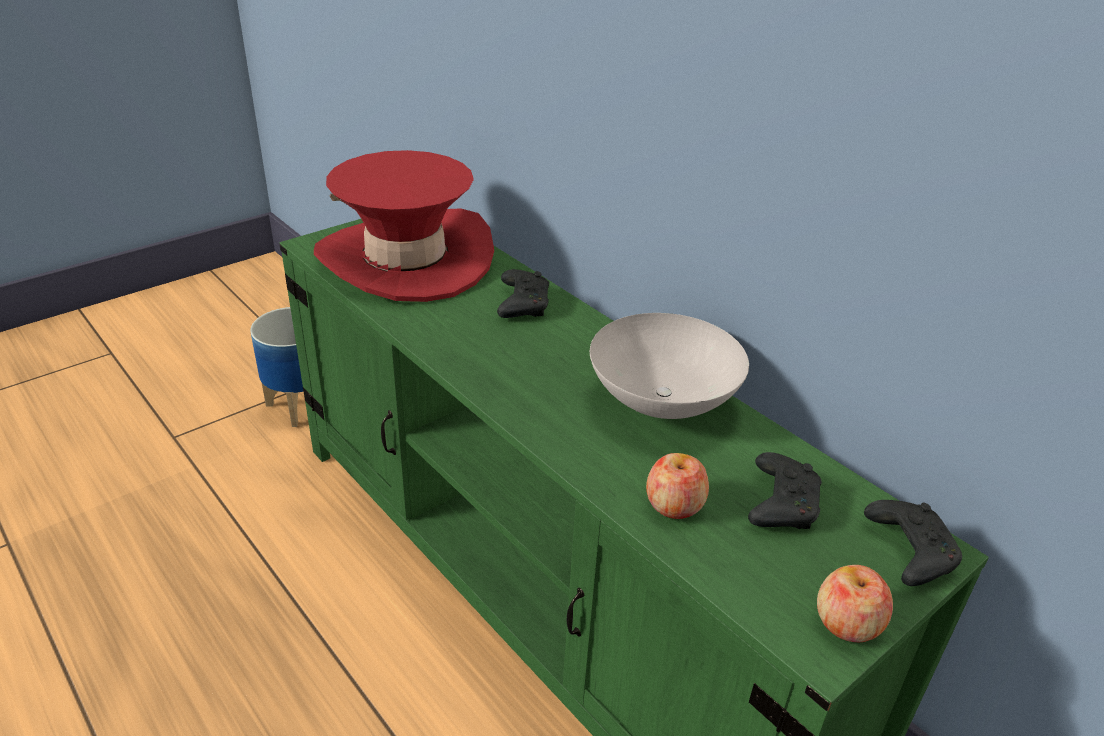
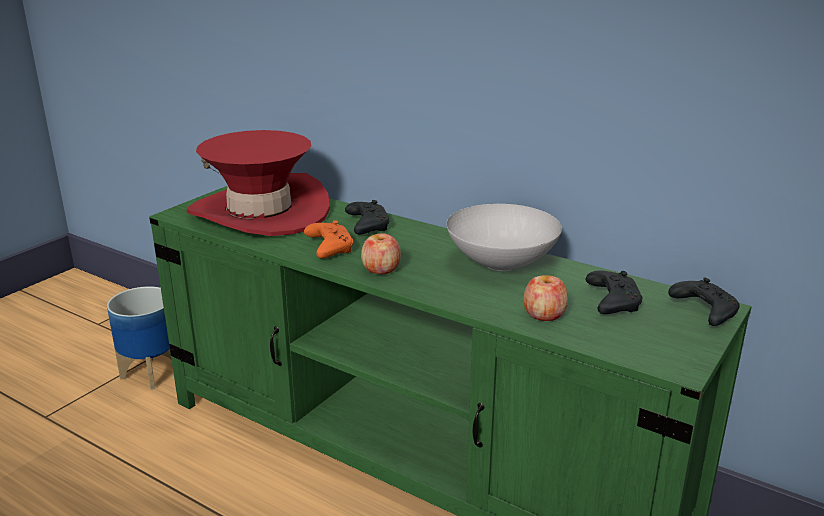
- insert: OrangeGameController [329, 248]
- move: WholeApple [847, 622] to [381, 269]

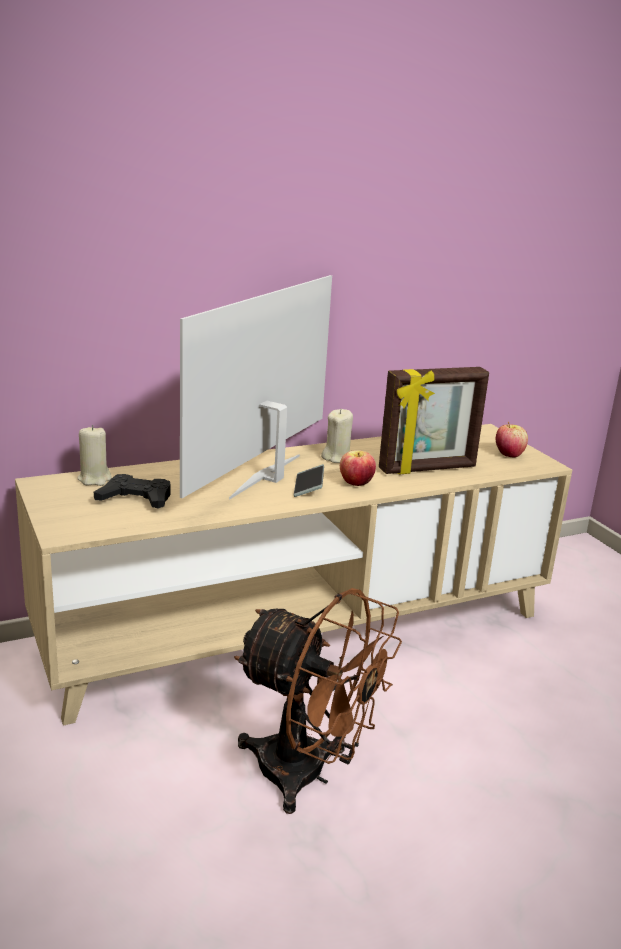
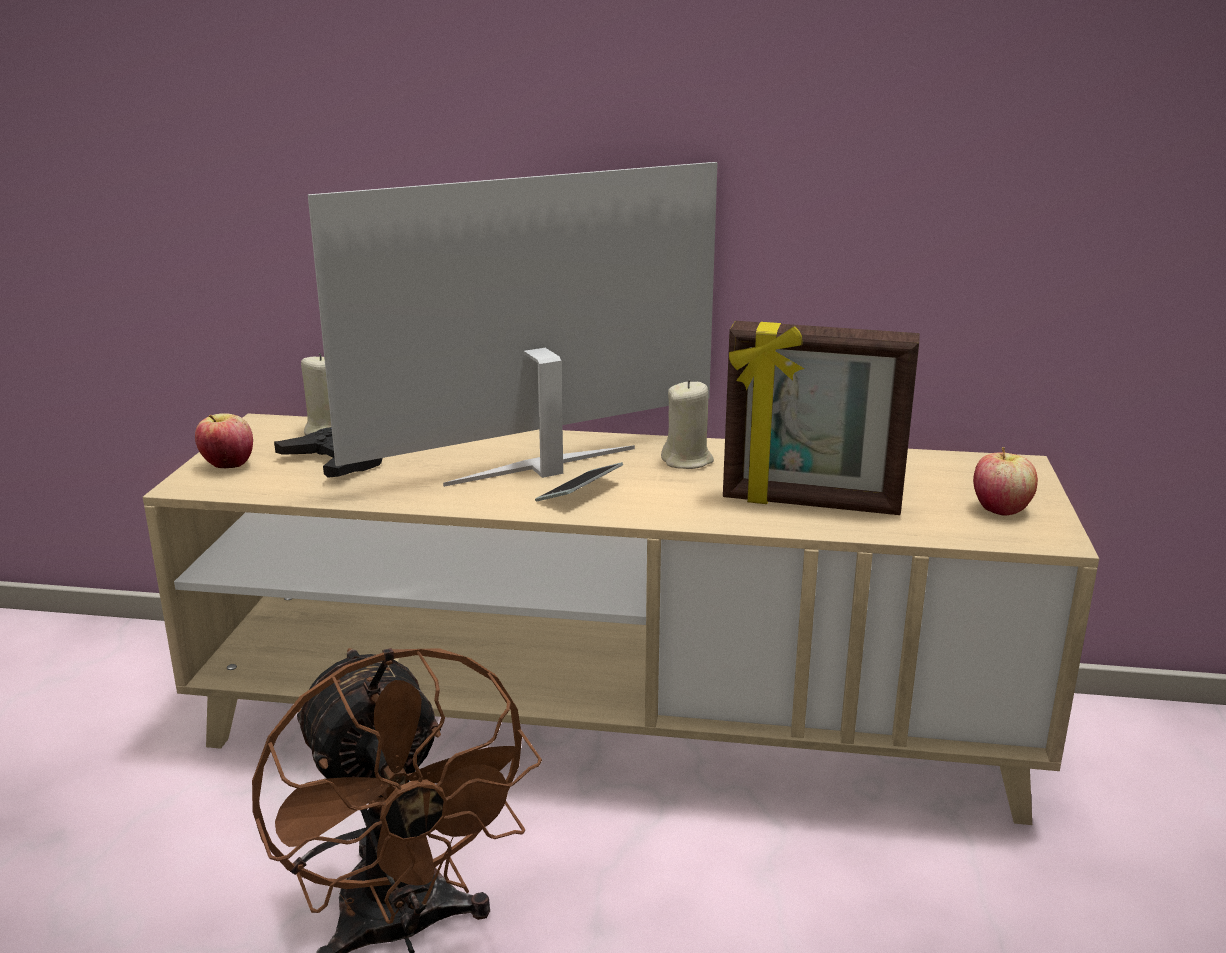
- move: WholeApple [356, 484] to [228, 465]

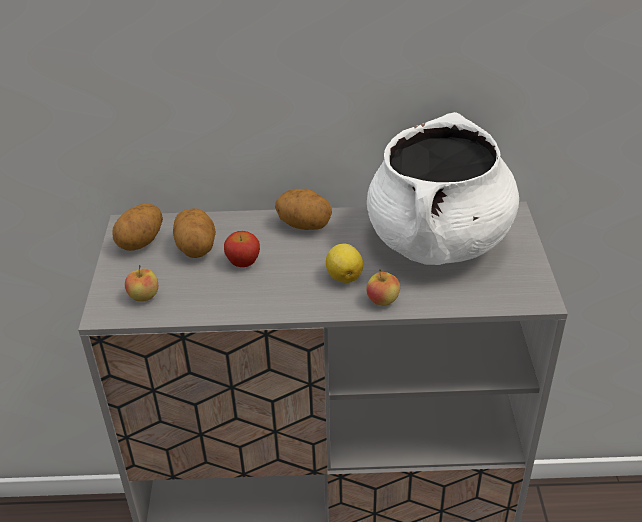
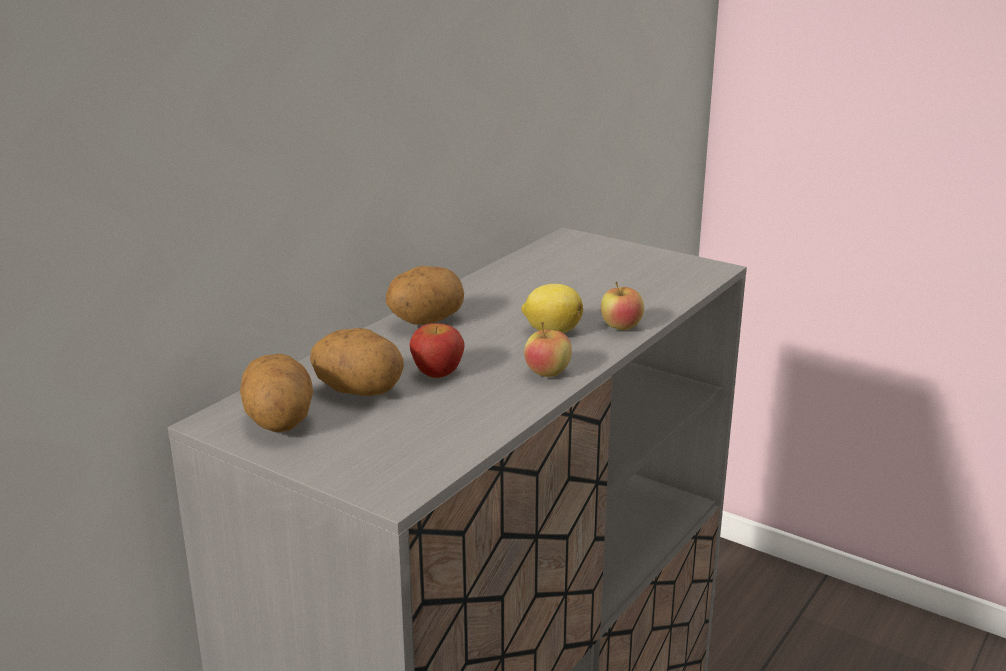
- delete: WhiteColouredStockpot [438, 241]
- move: WholeApple [144, 296] to [547, 373]

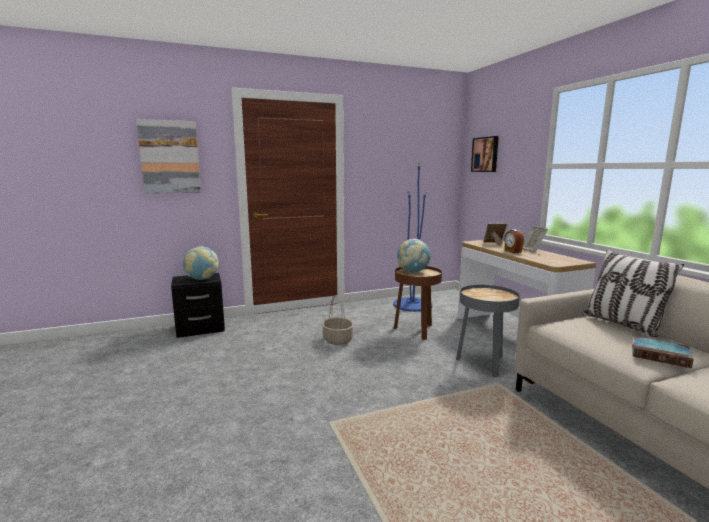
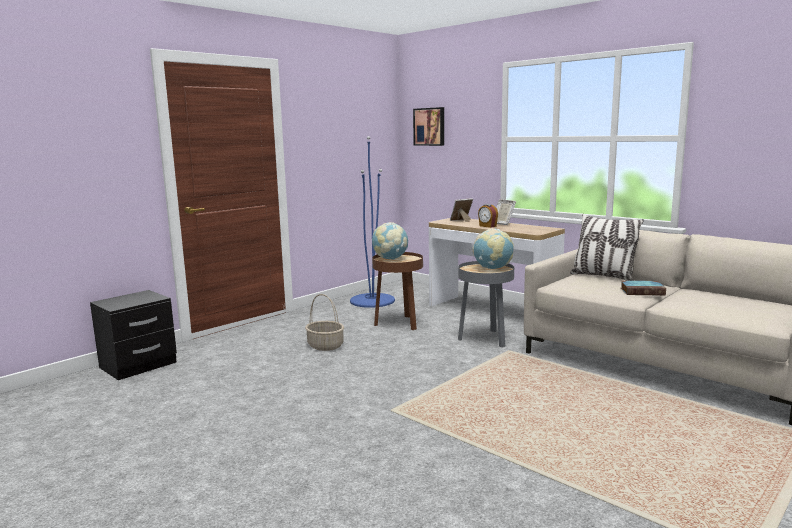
- delete: WallPicture [170, 157]
- move: Globe [202, 279] to [492, 268]

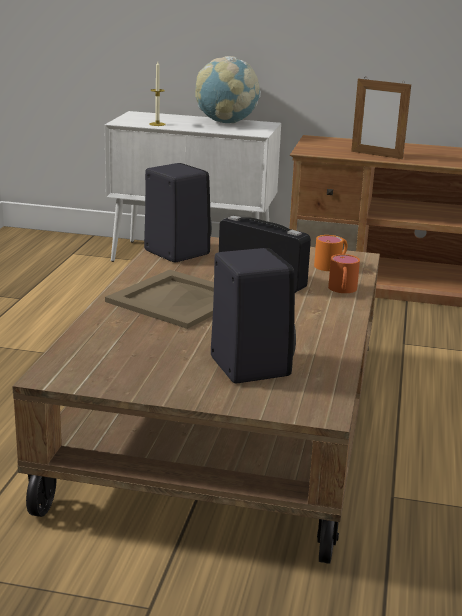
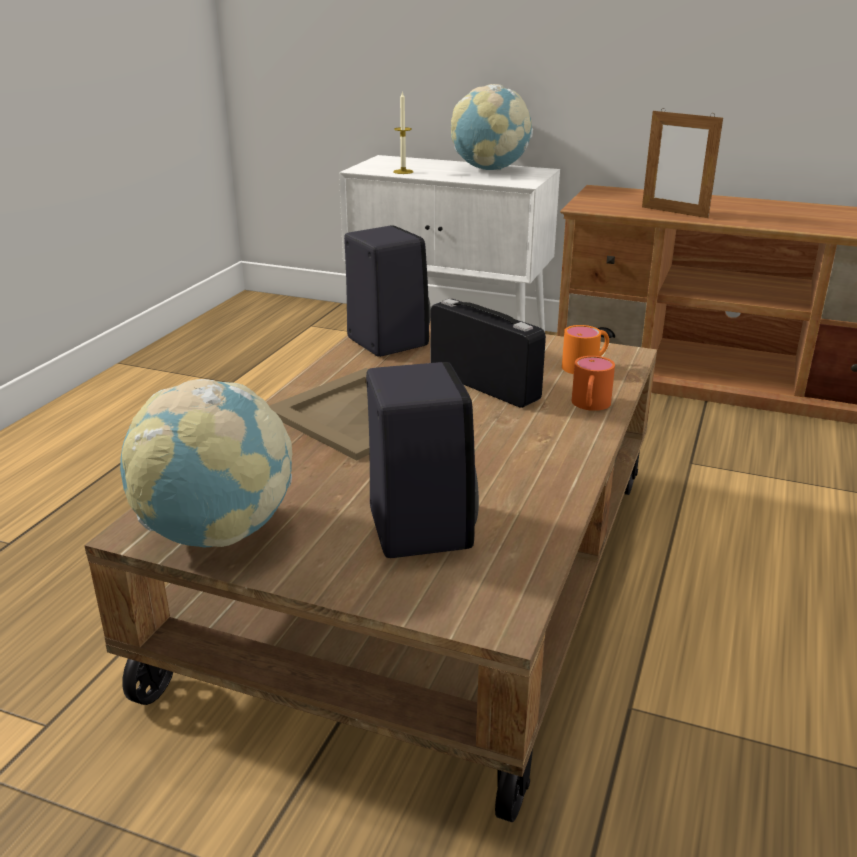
- insert: Globe [216, 533]

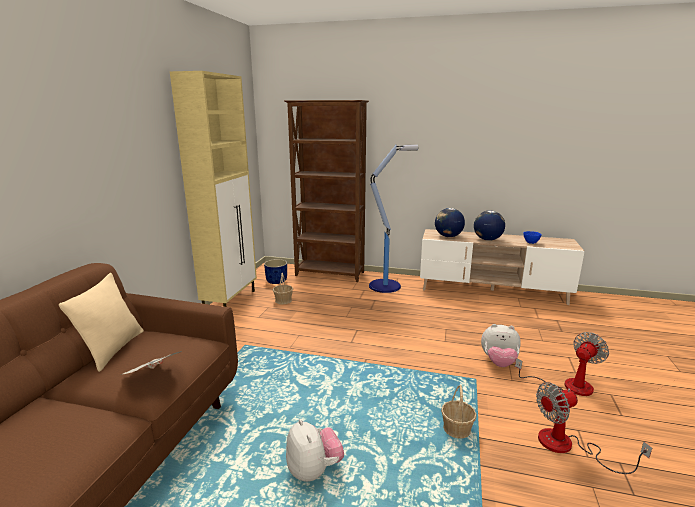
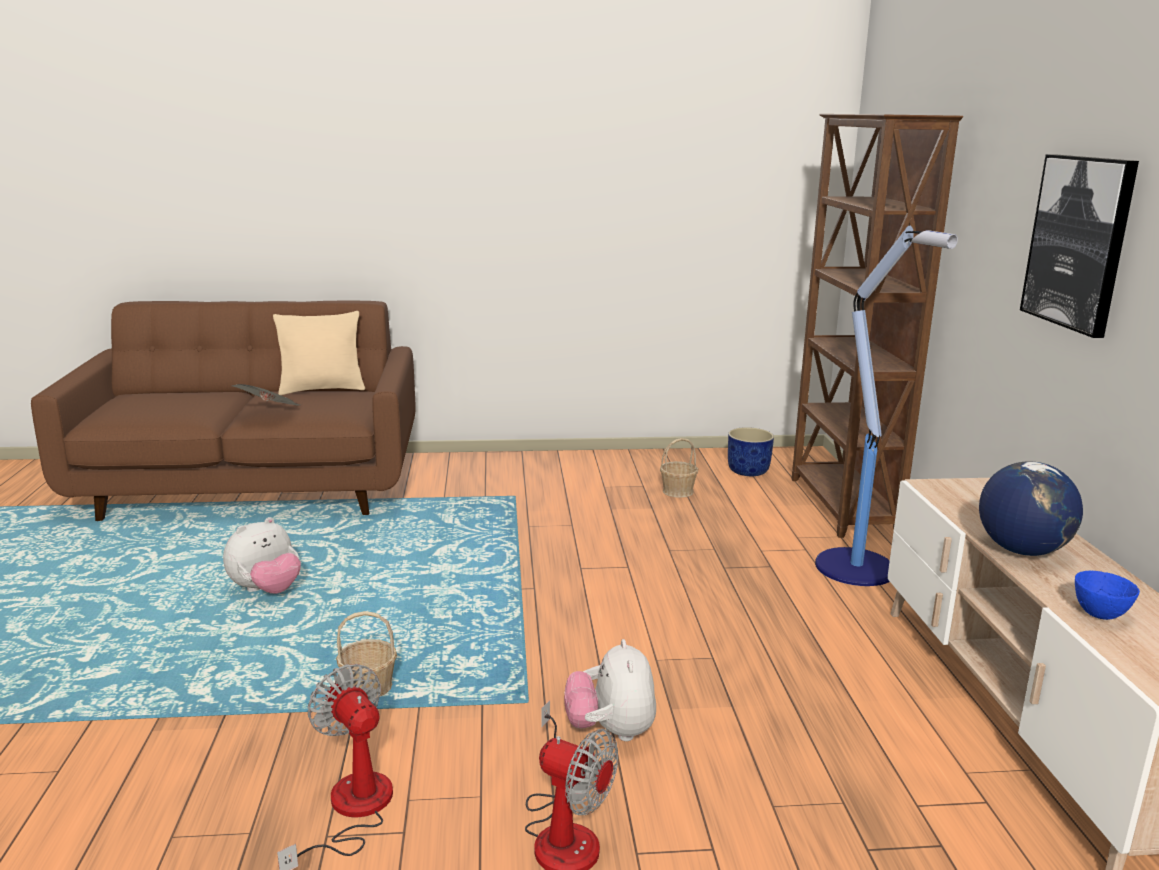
- delete: SandColouredStorageCabinet [231, 301]
- delete: Globe [448, 236]
- insert: WallPicture [1079, 242]

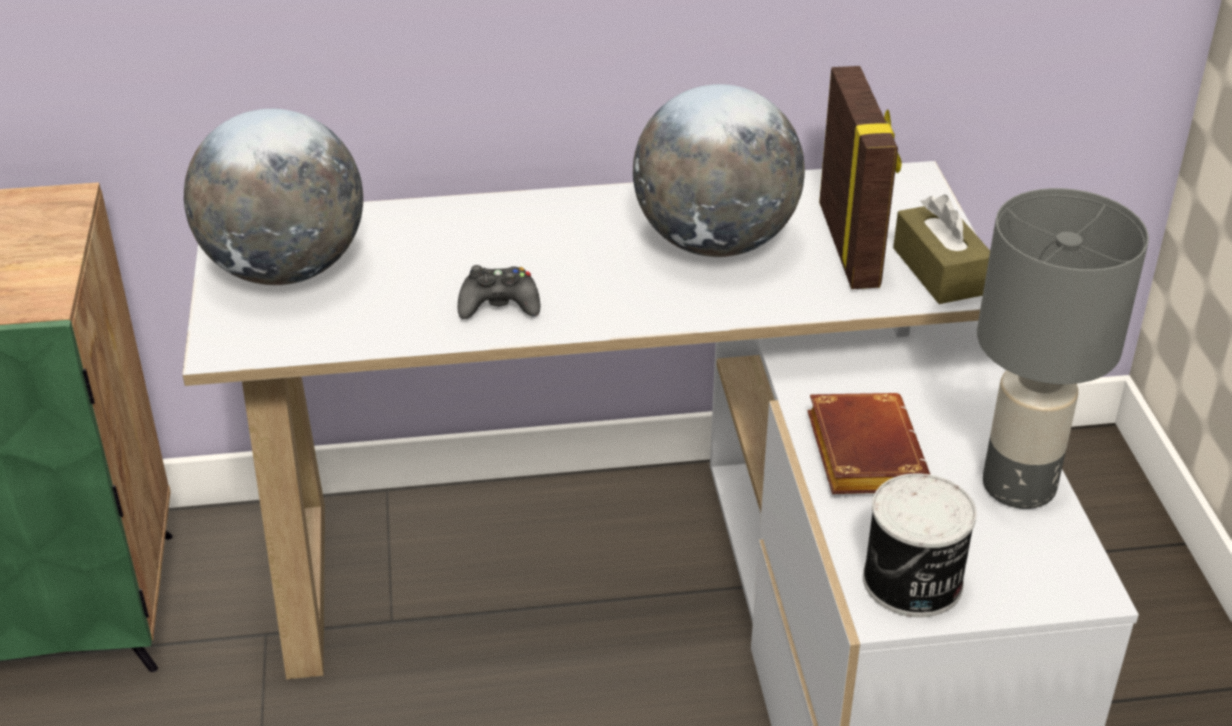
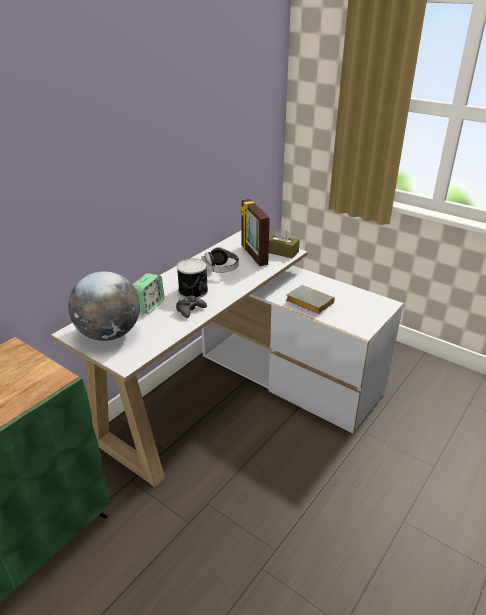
- delete: GreyishTabletopLamp [1016, 486]
- insert: BedsideClock [149, 306]
- move: Can [913, 583] to [194, 291]
- replace: Globe [714, 242] to Headphones [221, 269]
- recolor: BrownColouredBoundBook [860, 452] to GreyishBoundBook [308, 303]
- rotate: PictureFrame [851, 245] = [253, 255] 150 degrees counterclockwise

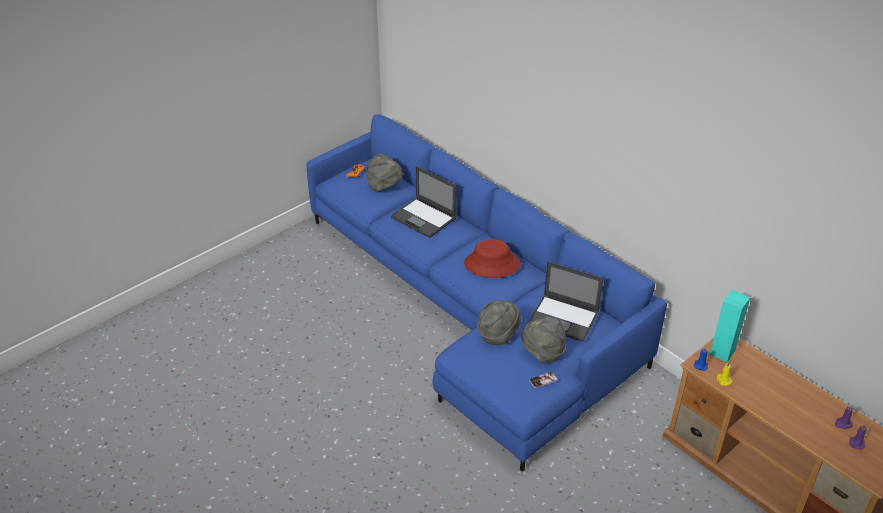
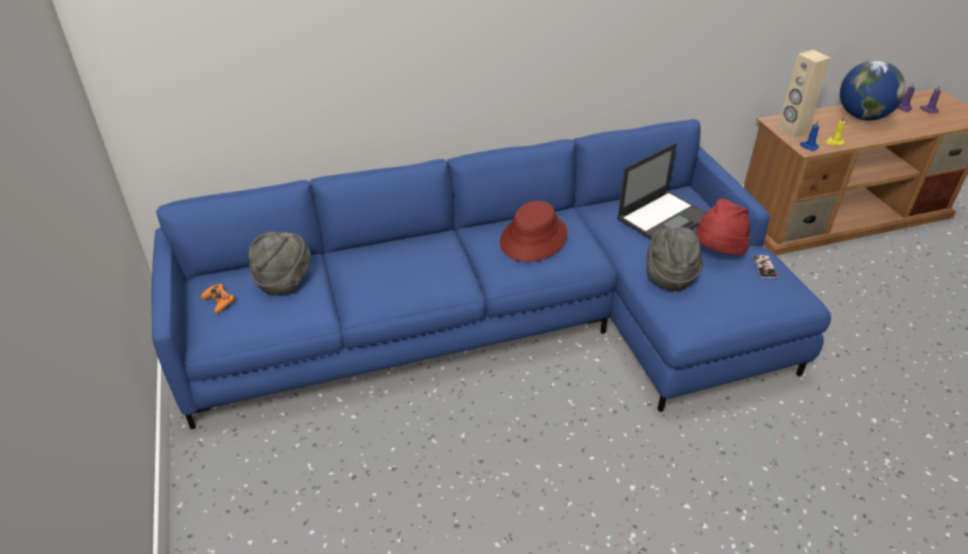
- delete: Laptop [424, 218]
- insert: Globe [862, 117]
- recolor: GreyishWearableHat [542, 353] to RedWearableHat [717, 252]
- recolor: TurquoiseColouredAudioSpeaker [722, 352] to SandColouredAudioSpeaker [792, 130]

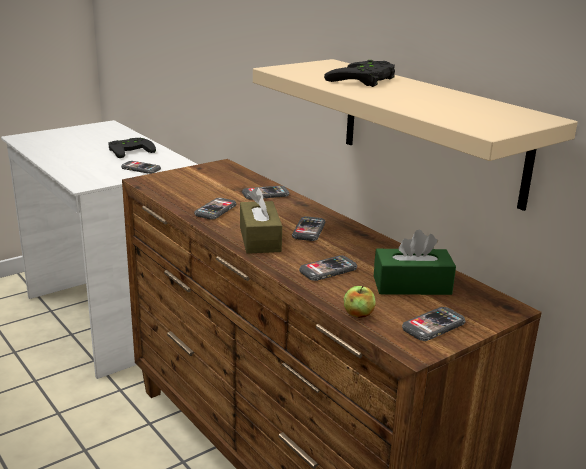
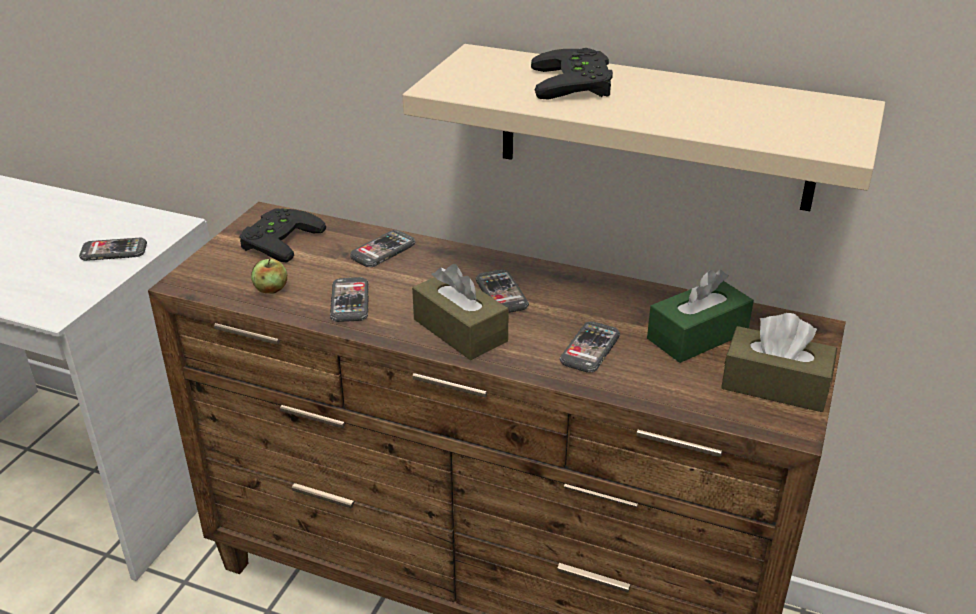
- move: BlackGameController [130, 150] to [277, 239]
- move: WholeApple [358, 314] to [271, 289]
- replace: Telephone [433, 326] to BrownColouredBoxOfTissues [775, 385]

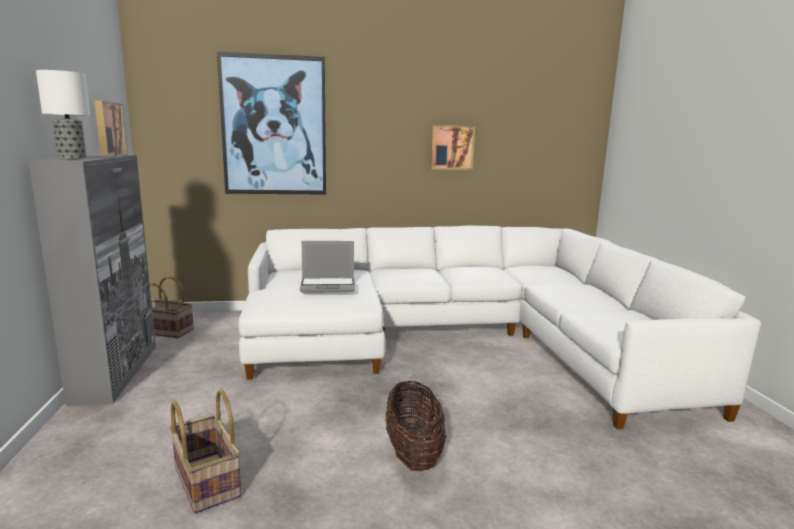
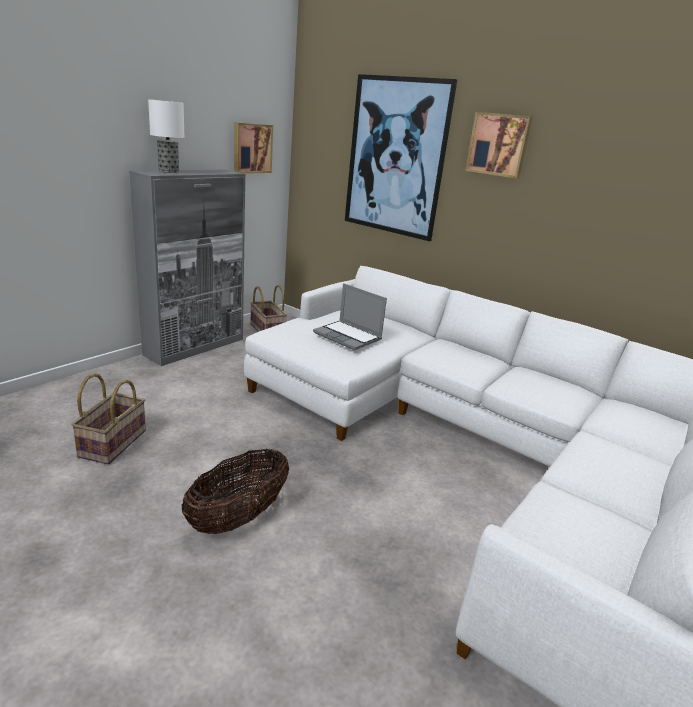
- move: WallPicture [451, 147] to [498, 145]

